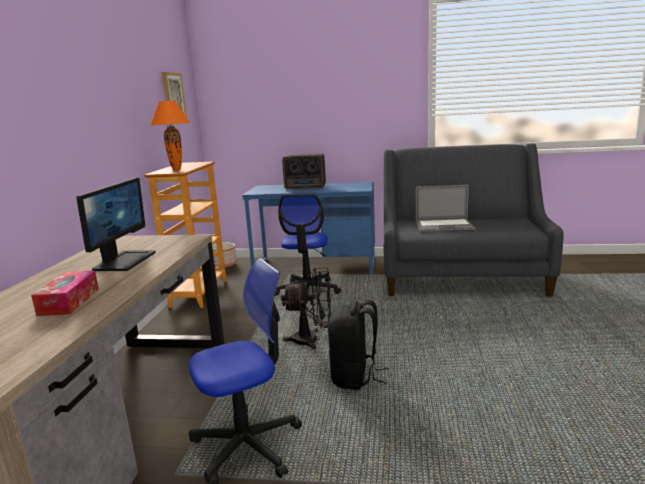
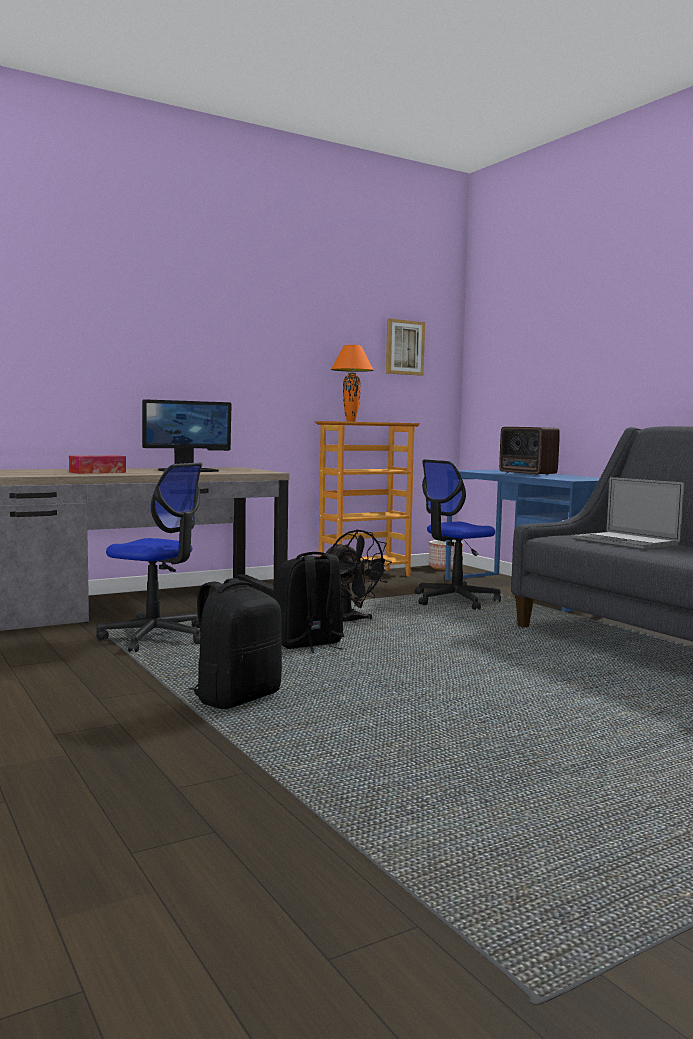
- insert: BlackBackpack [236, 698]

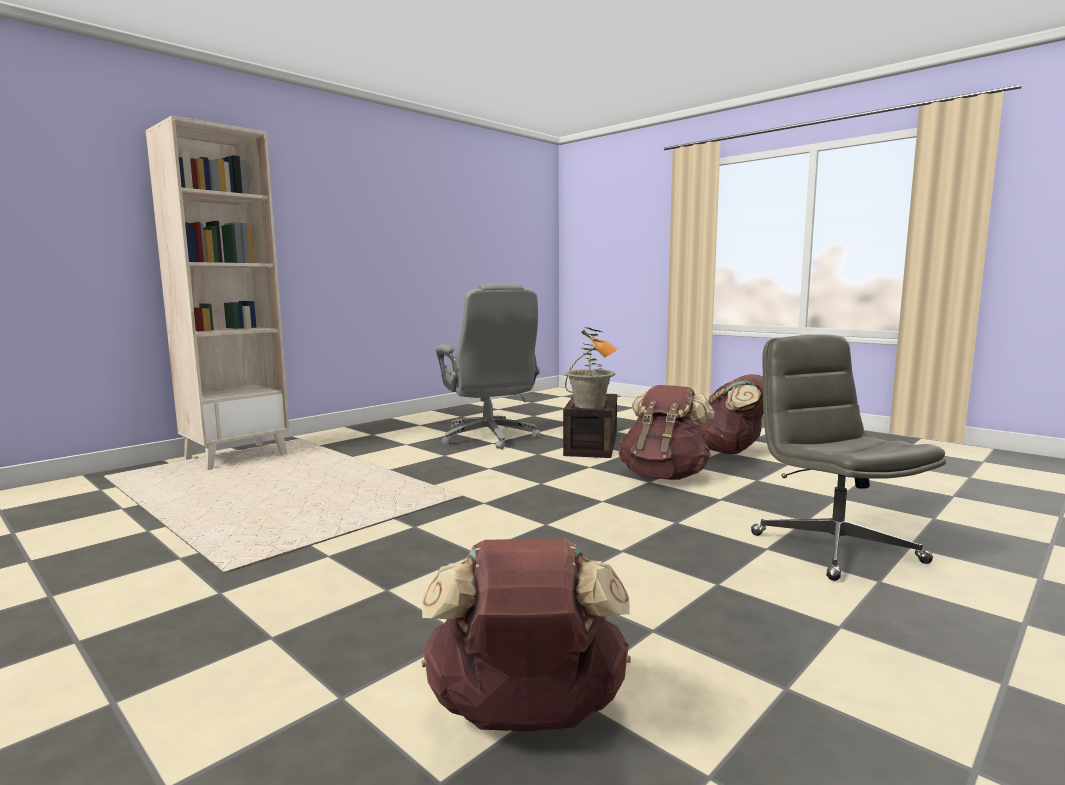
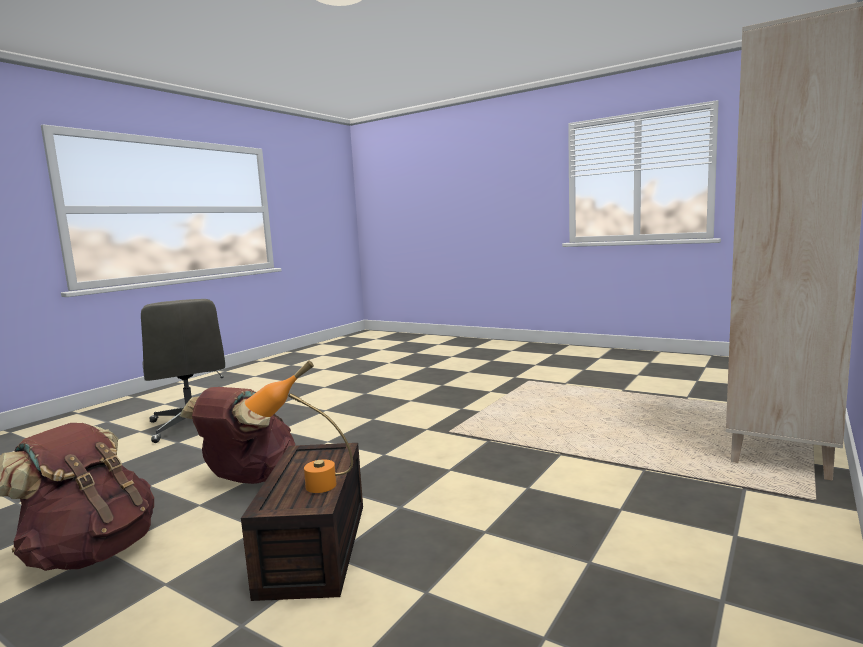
- delete: BrownColouredBackpack [526, 717]
- delete: GreyishOfficeChair [489, 437]
- delete: Houseplant [589, 406]

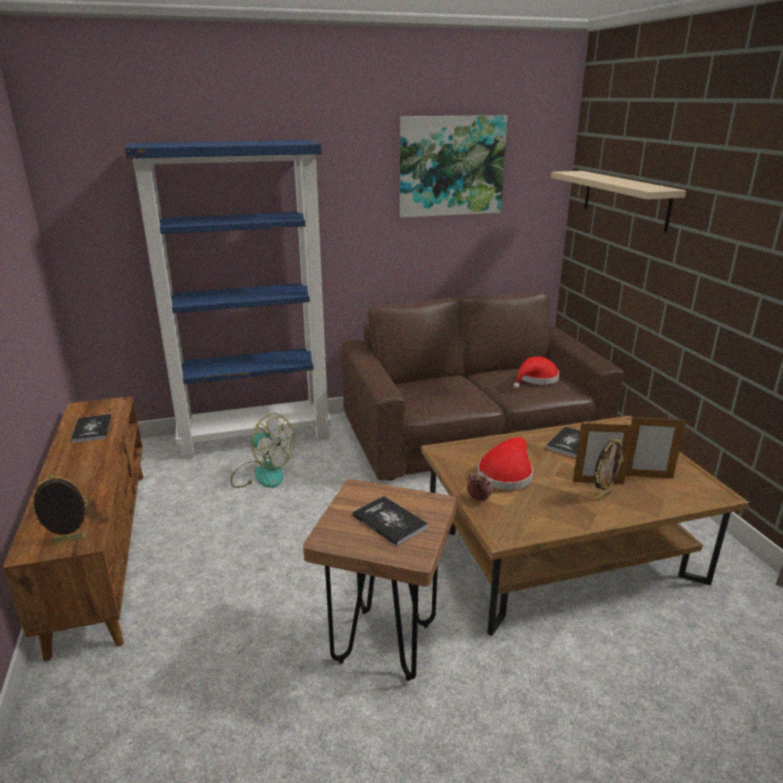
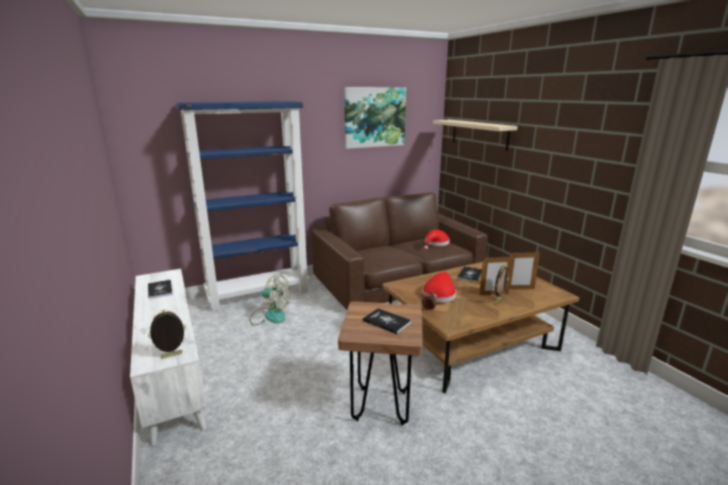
- recolor: BrownColouredTvStand [102, 550] to WhiteColouredTvStand [172, 372]

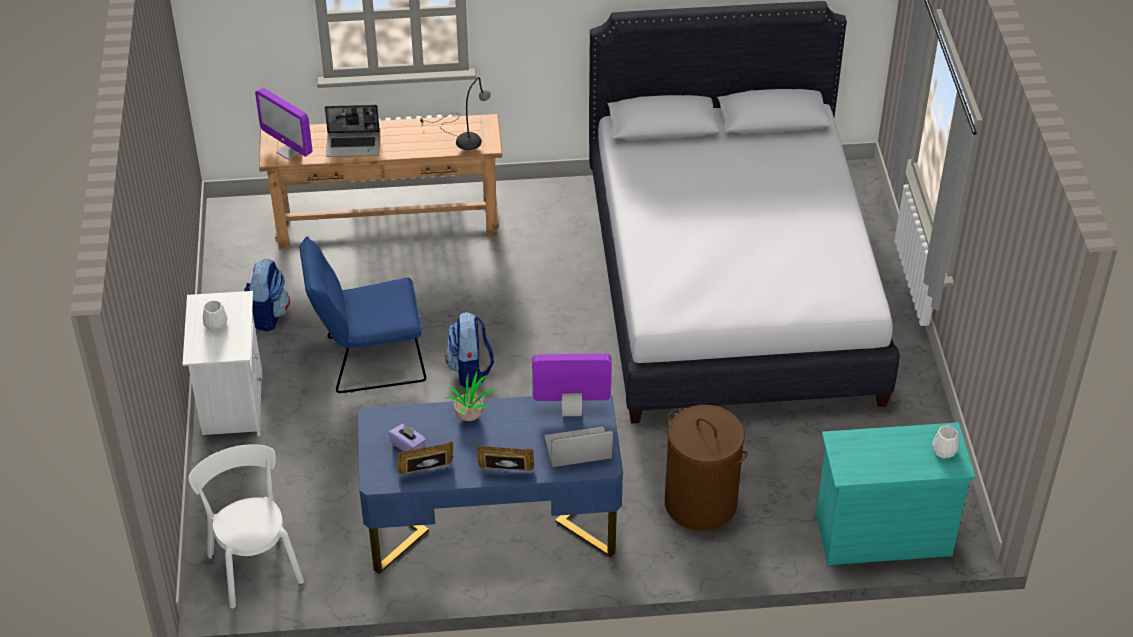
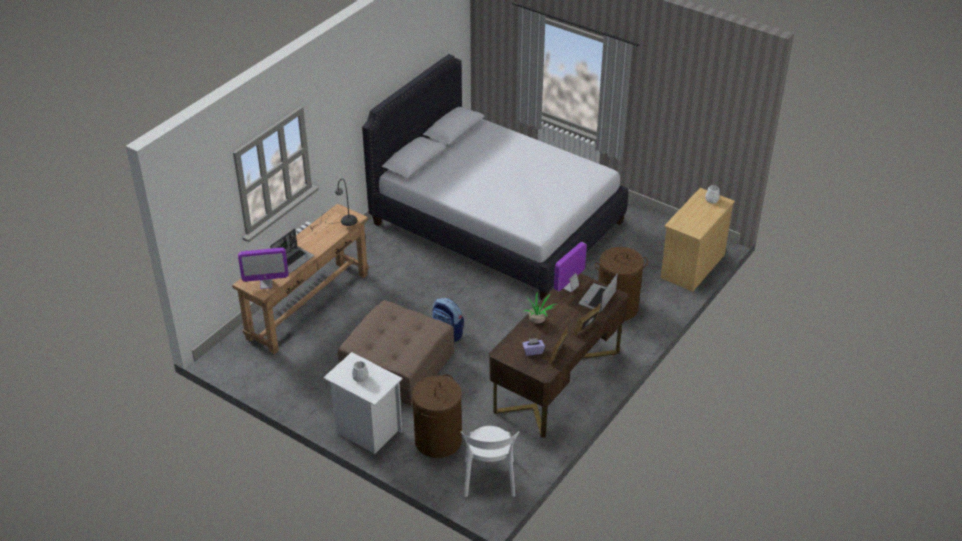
- delete: Backpack [268, 314]
- insert: BrownColouredHamper [438, 441]
- replace: BluishPlainChair [368, 360] to BrownColouredFootrest [397, 364]
- recolor: BluishDeskTable [492, 525] to BrownColouredDeskTable [557, 381]
- recolor: TurquoiseColouredChestOfDrawers [882, 534] to SandColouredChestOfDrawers [692, 266]
- rotate: WhiteColouredPlainChair [254, 564] = [489, 480] 105 degrees counterclockwise

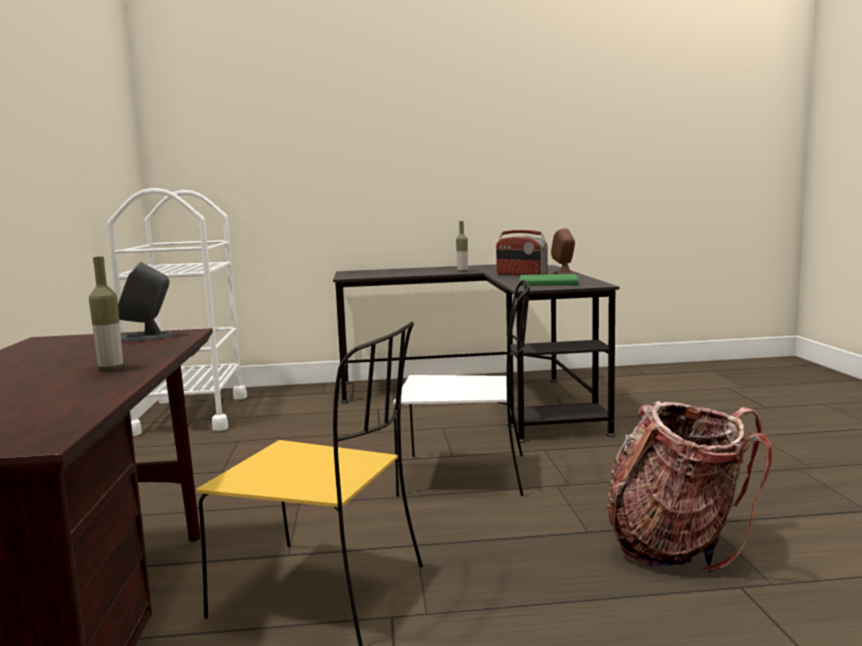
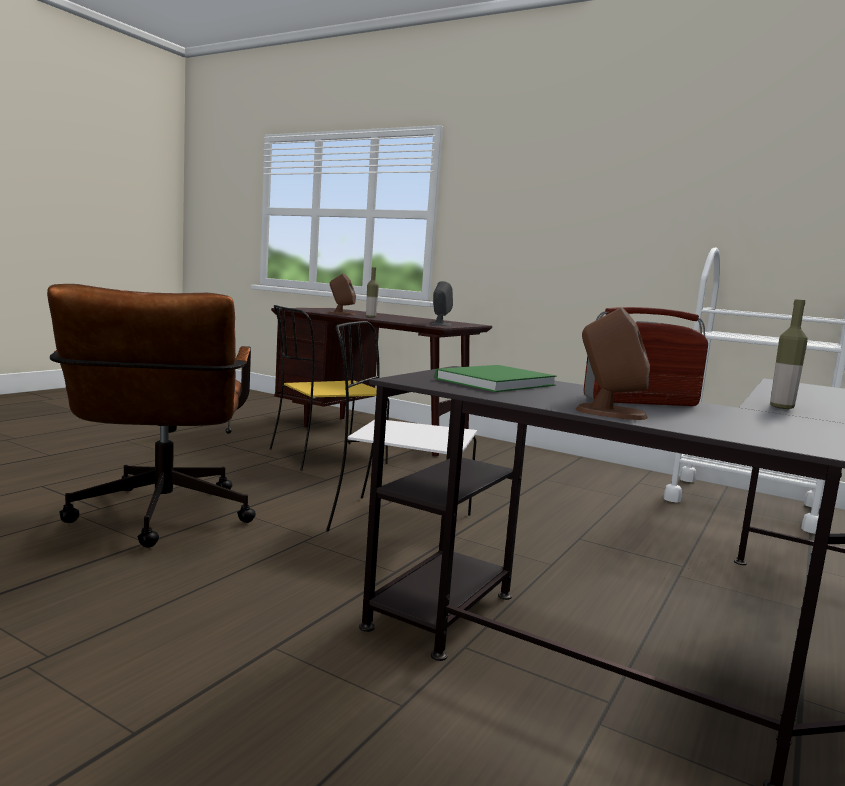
- insert: BrownColouredAudioSpeaker [341, 313]
- replace: Backpack [677, 545] to BrownColouredOfficeChair [160, 519]
- rotate: WhiteColouredPlainChair [467, 475] = [397, 523] 60 degrees clockwise

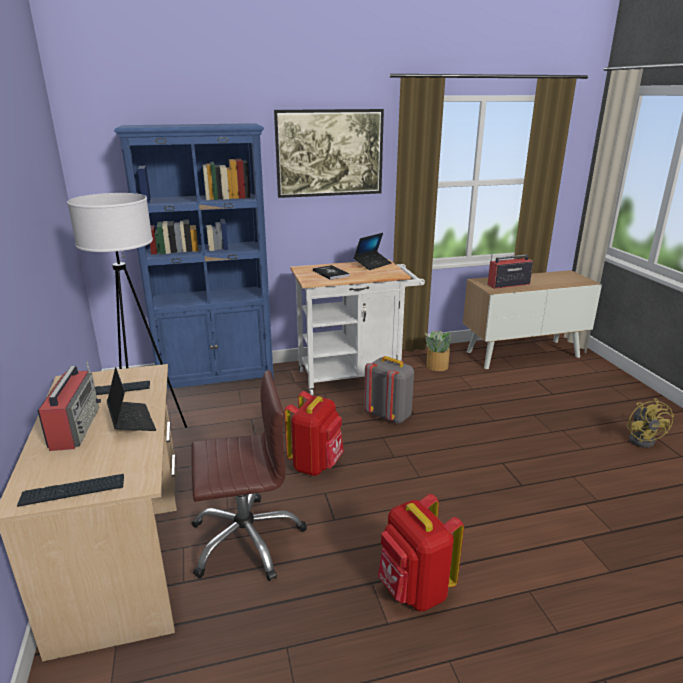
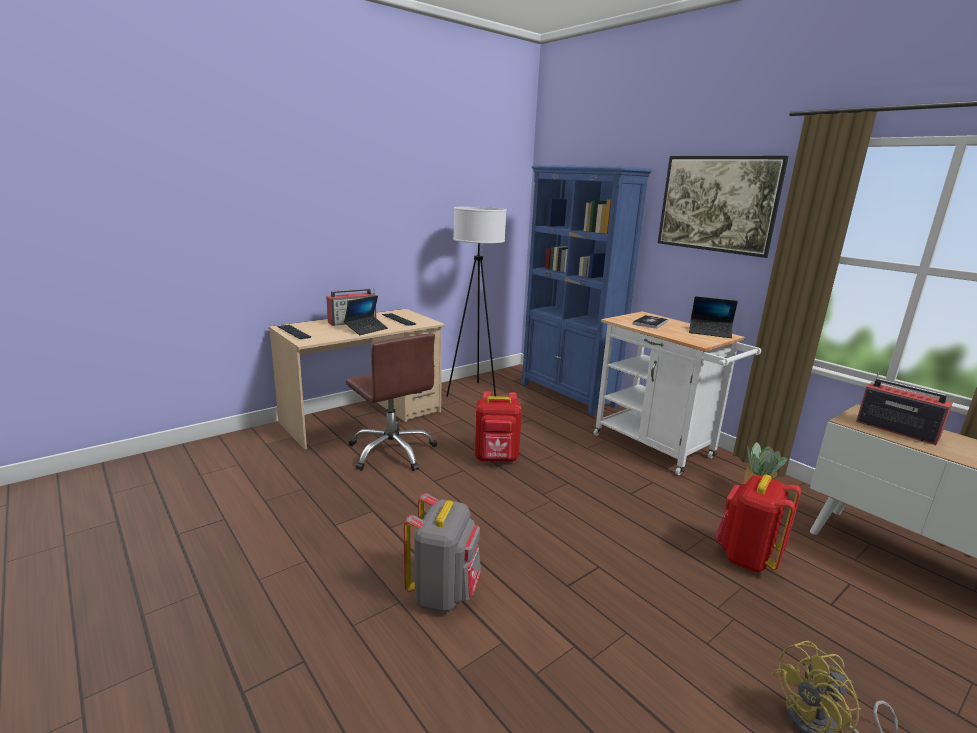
- move: GreyishBackpack [389, 416] to [443, 593]
- move: RedBackpack [414, 590] to [746, 557]

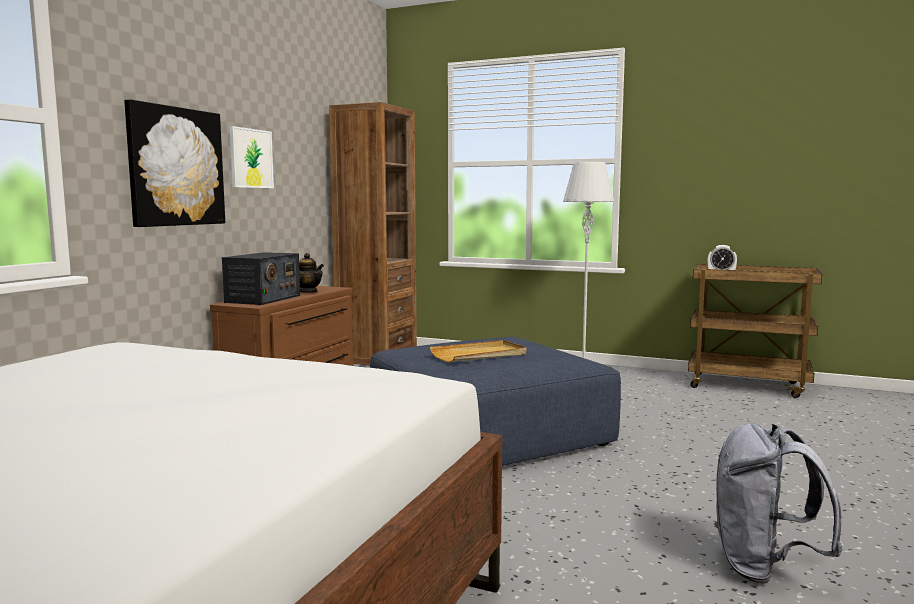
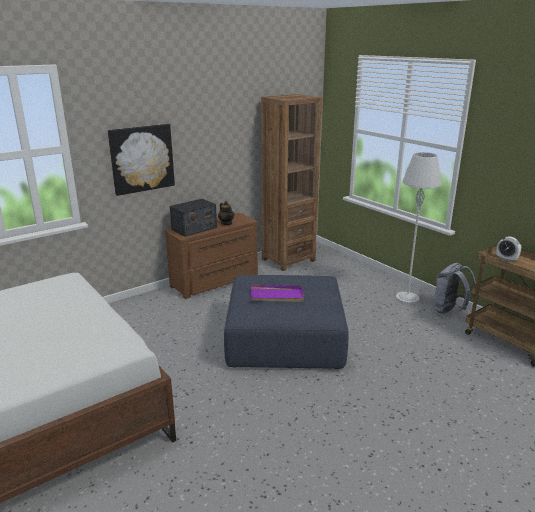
- delete: WallPicture [251, 158]
- move: GreyishBackpack [763, 567] to [450, 311]
- recolor: SandColouredCarryingTray [479, 355] to PurplishCarryingTray [277, 296]

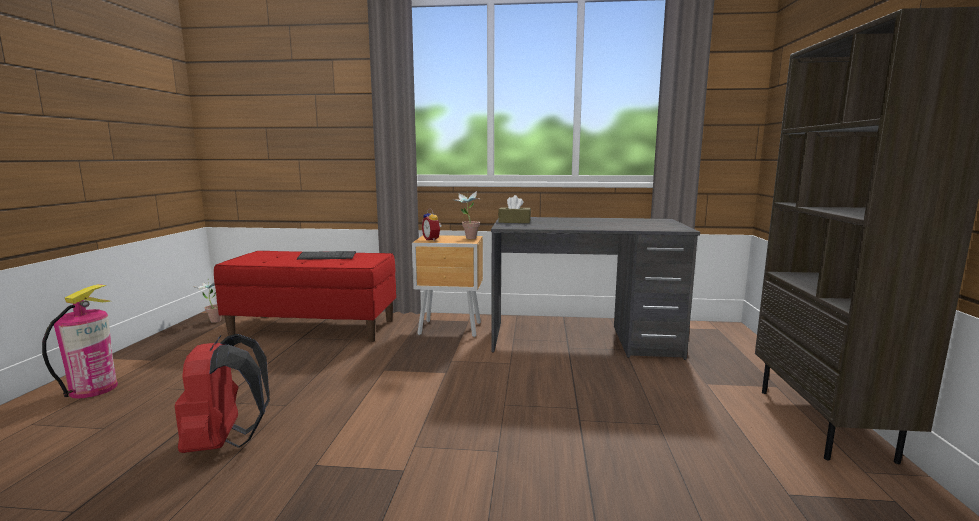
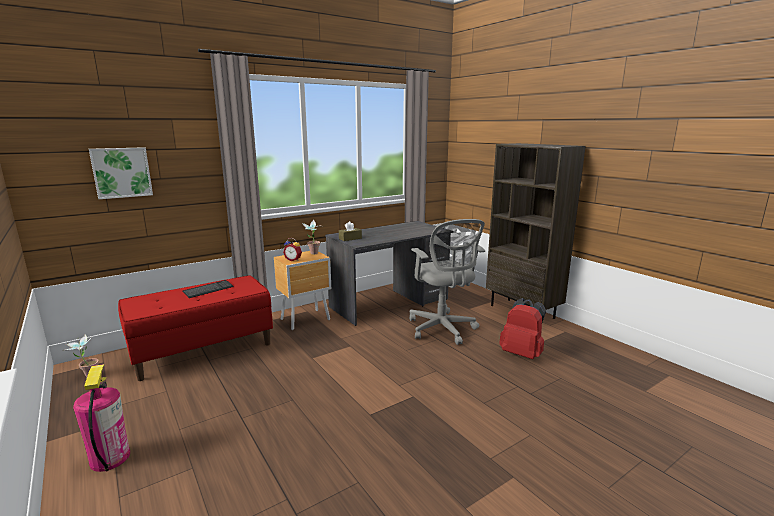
- insert: WallPicture [121, 172]
- insert: GreyishOfficeChair [442, 329]
- move: RedBackpack [224, 442] to [522, 354]

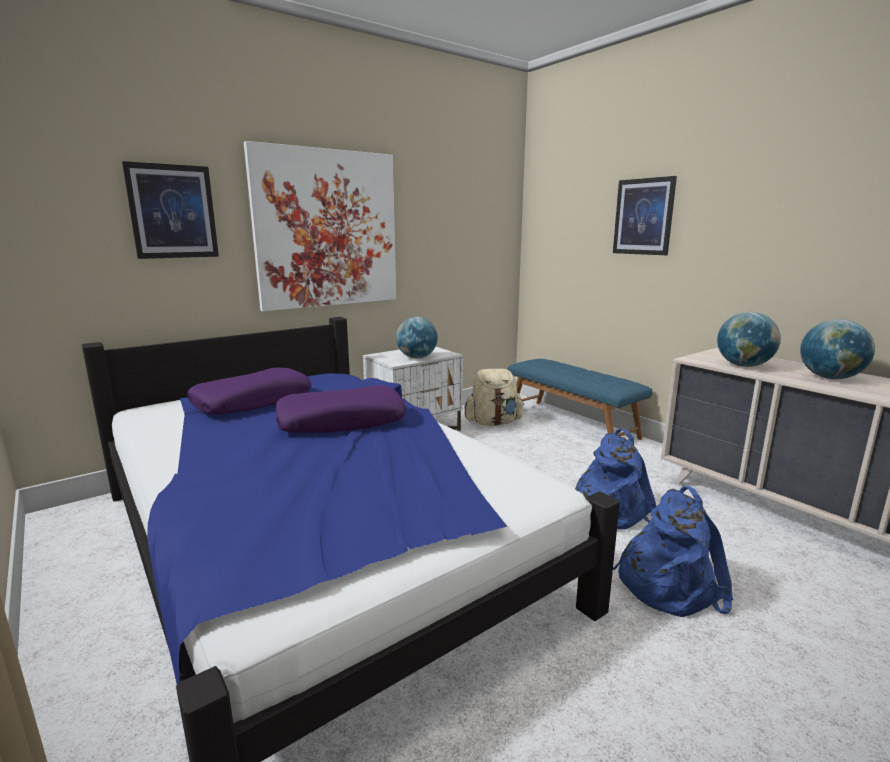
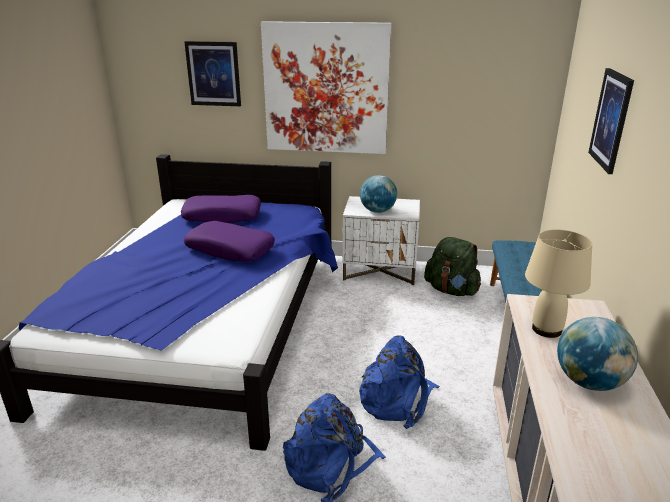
- replace: Globe [743, 366] to SandColouredTabletopLamp [547, 330]
- recolor: SandColouredBackpack [493, 423] to GreenColouredBackpack [451, 290]

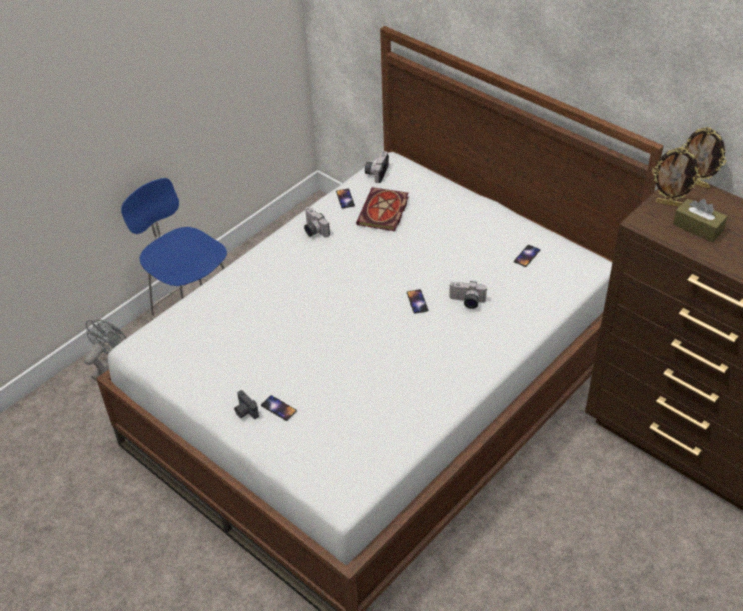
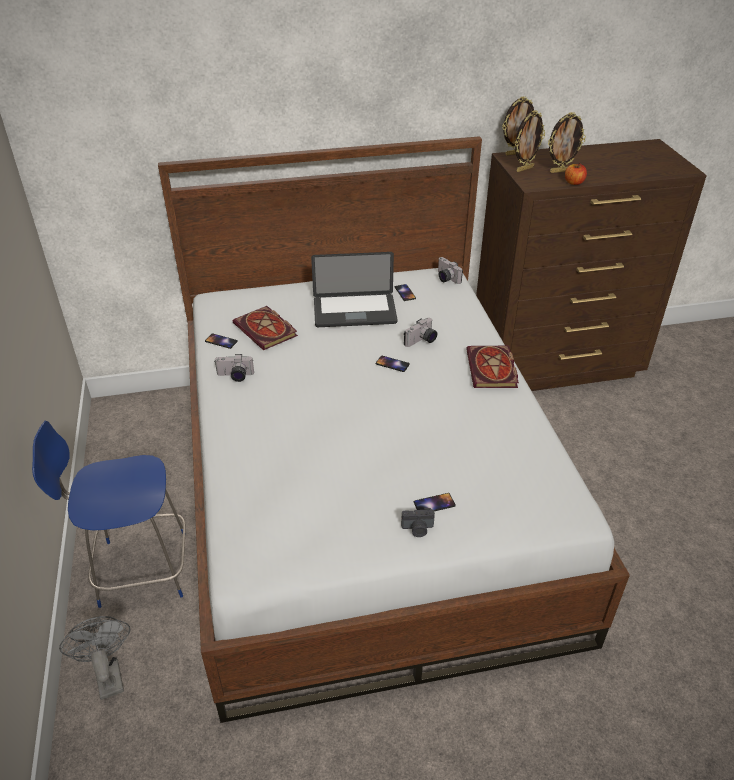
- insert: Laptop [354, 312]
- insert: BoundBook [493, 370]
- insert: WholeApple [574, 182]
- move: PhotoCamera [376, 172] to [445, 278]
- replace: BrownColouredBoxOfTissues [698, 227] to PictureFrame [560, 171]

